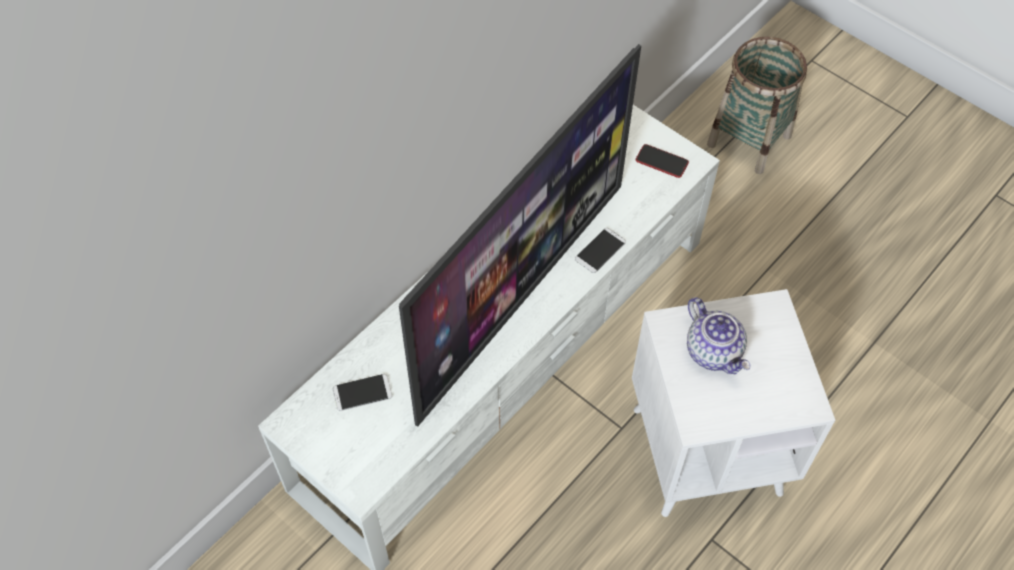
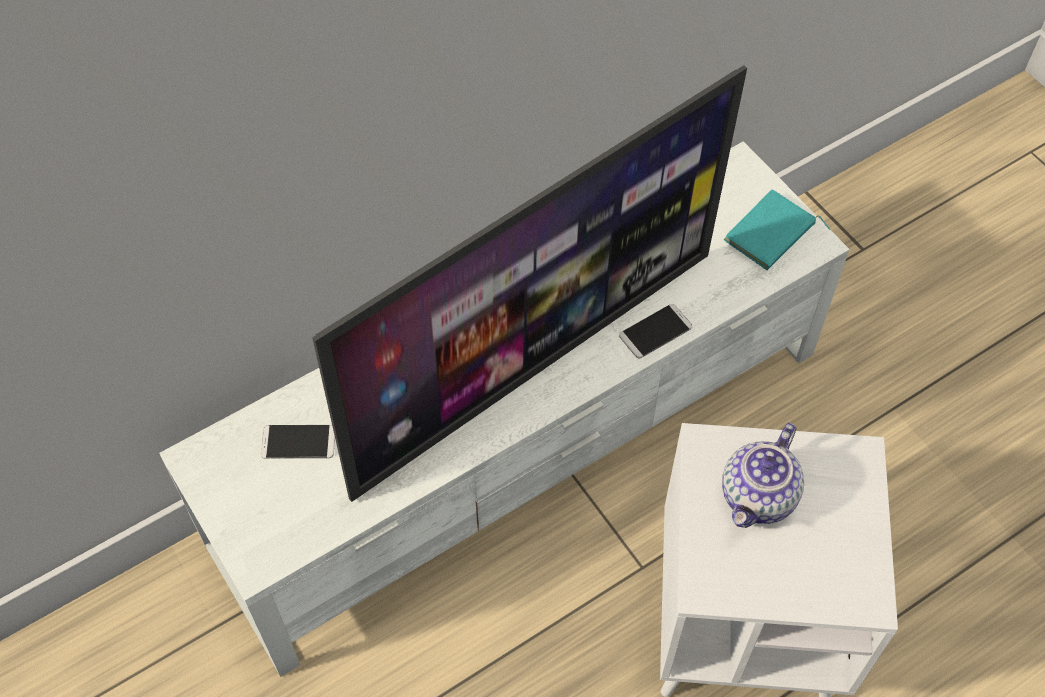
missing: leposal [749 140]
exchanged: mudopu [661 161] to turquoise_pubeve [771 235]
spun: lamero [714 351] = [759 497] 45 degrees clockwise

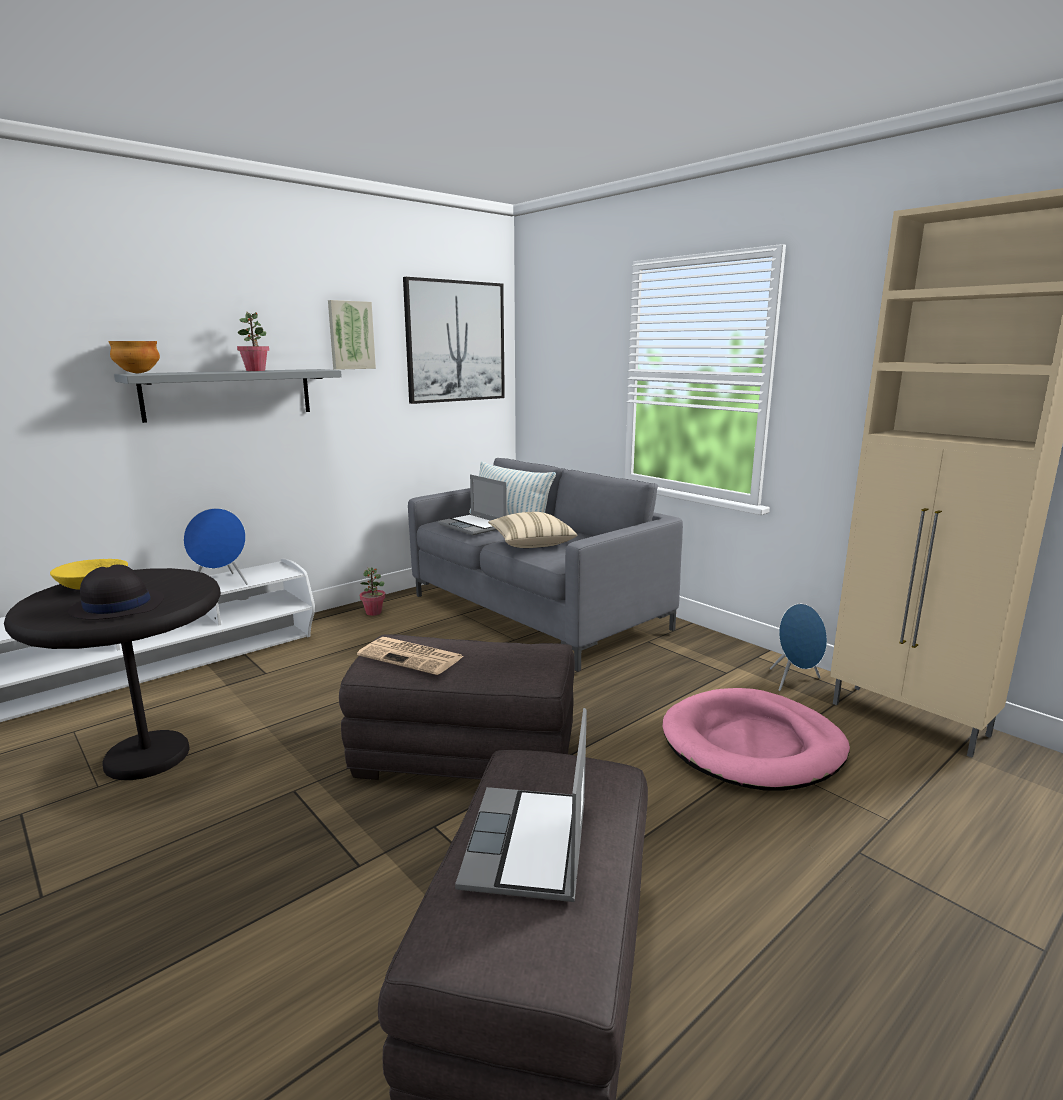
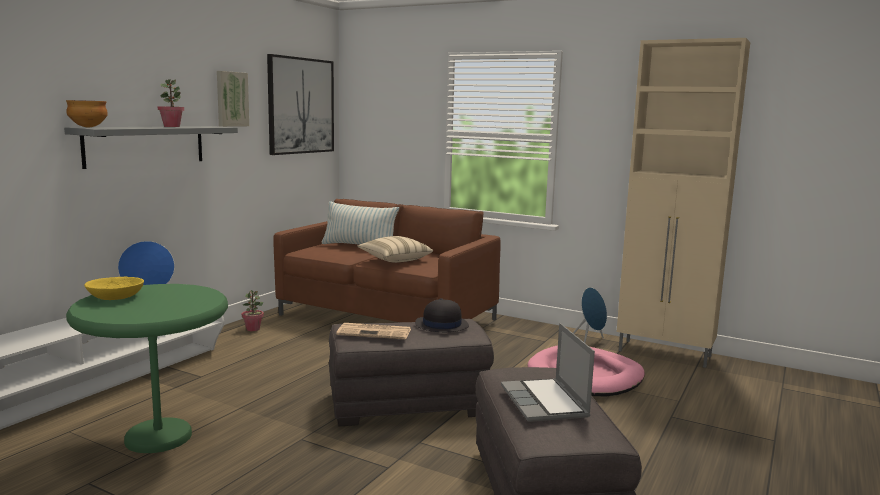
missing: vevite [474 526]
relocated: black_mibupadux [117 606] to [441 325]
colour: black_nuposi [147 757] to green_nuposi [158 437]; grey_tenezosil [535 613] to brown_tenezosil [386 319]

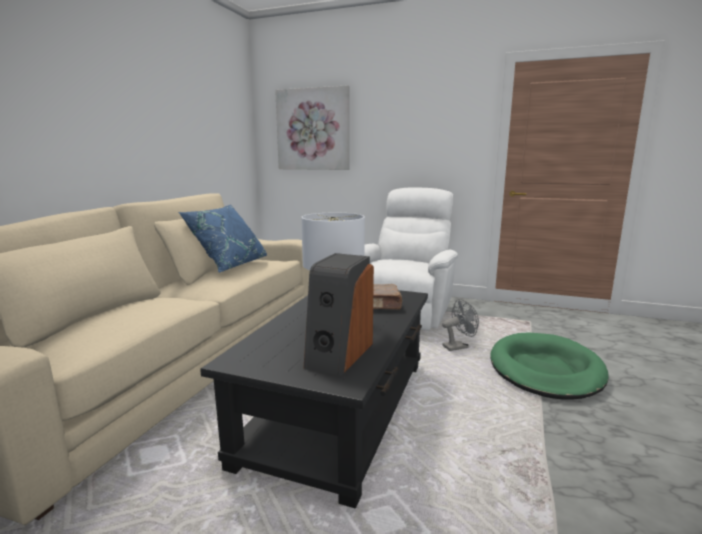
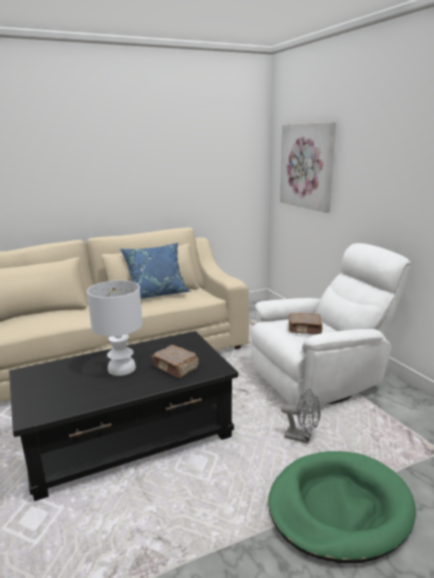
missing: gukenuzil [338 354]
appeared: brown_pubeve [305 330]

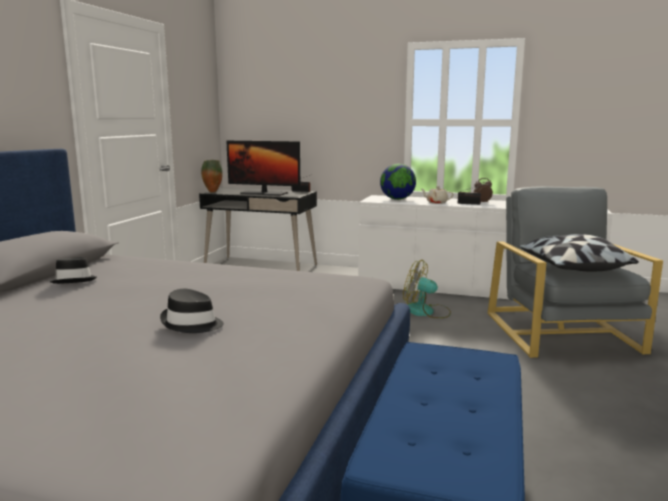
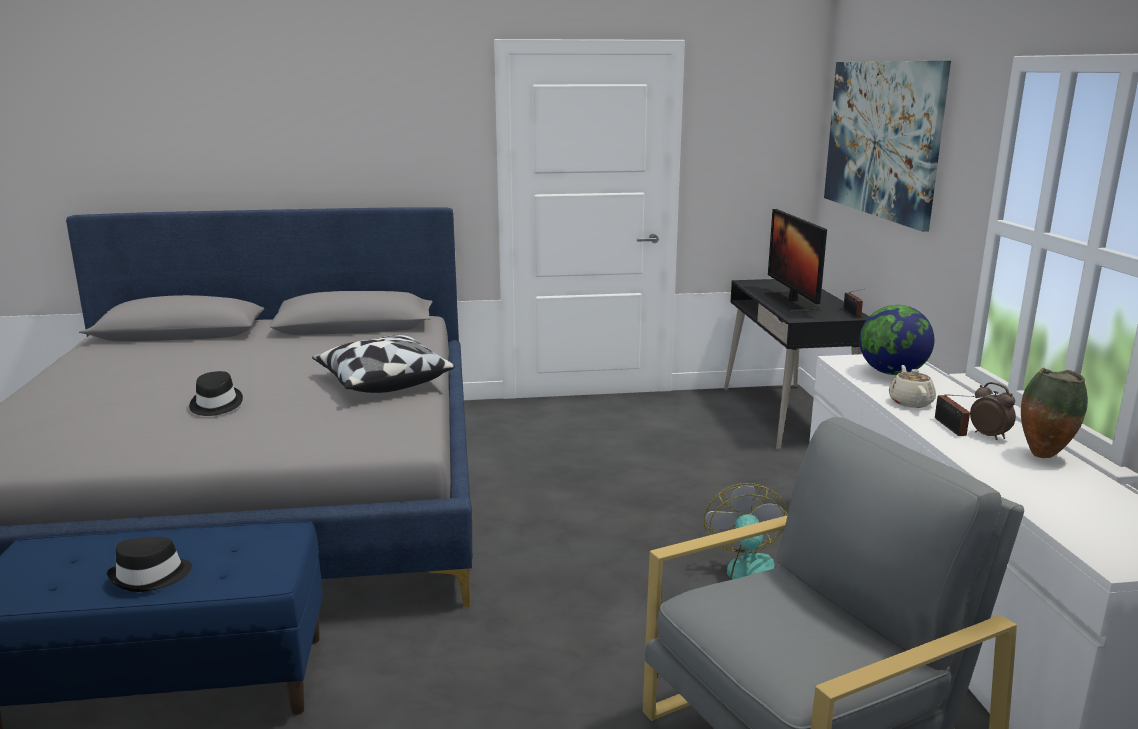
appeared: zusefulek [881 139]
relocated: black_mibupadux [74 280] to [151 576]; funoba [212 192] to [1043 455]; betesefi [573 269] to [382 382]

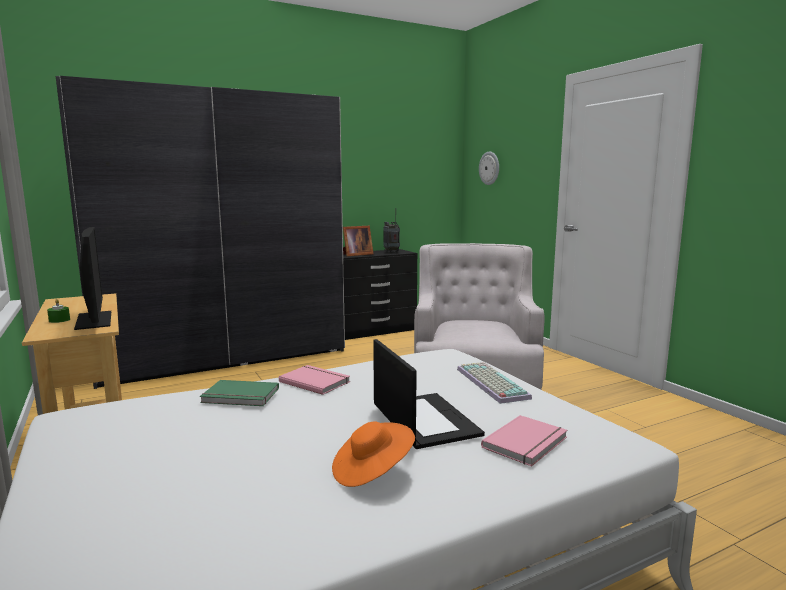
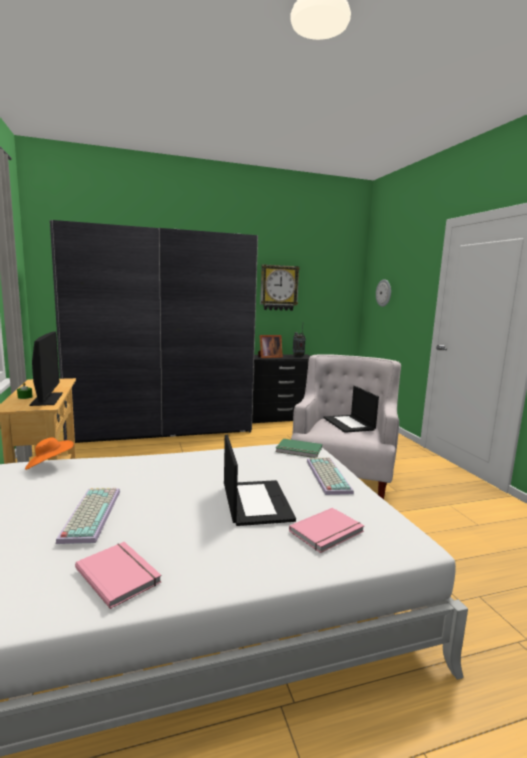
appeared: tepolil [90 514]; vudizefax [278 288]; vevite [349 424]
relocated: green_pubeve [240 396] to [298 450]; pink_pubeve [315 381] to [120 574]; orange_mibupadux [372 471] to [49 465]

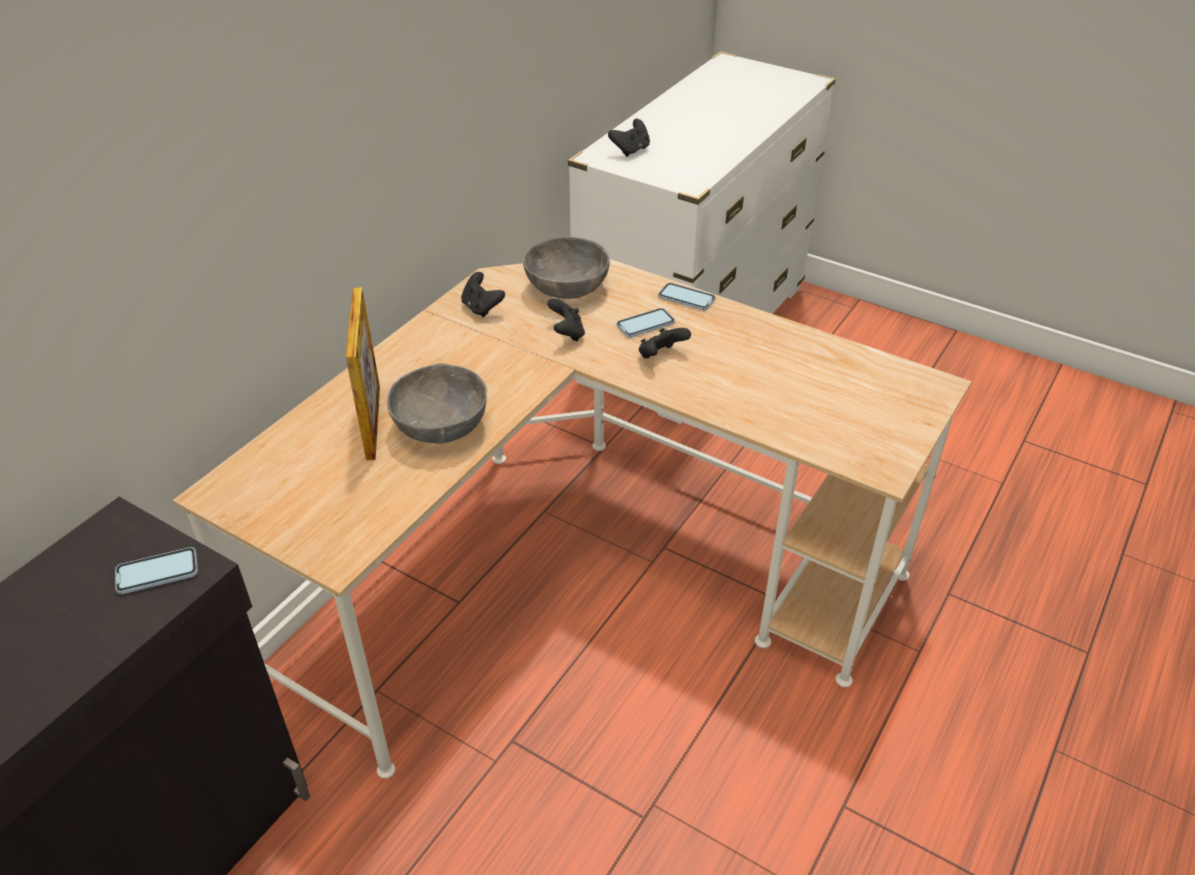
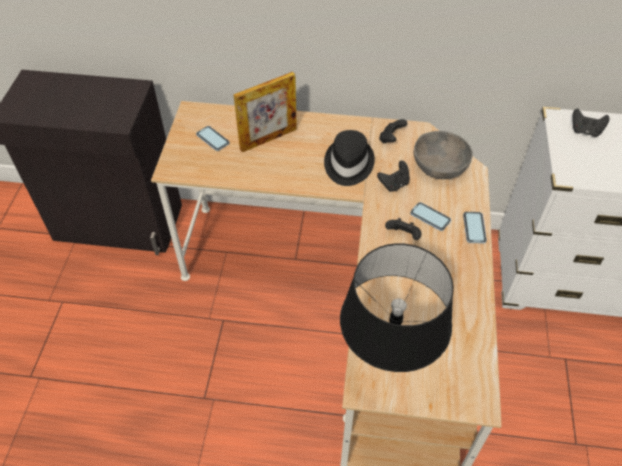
missing: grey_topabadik [441 425]
appeared: black_mibupadux [348 164]; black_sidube [386 367]
relocated: mudopu [157 572] to [213 139]

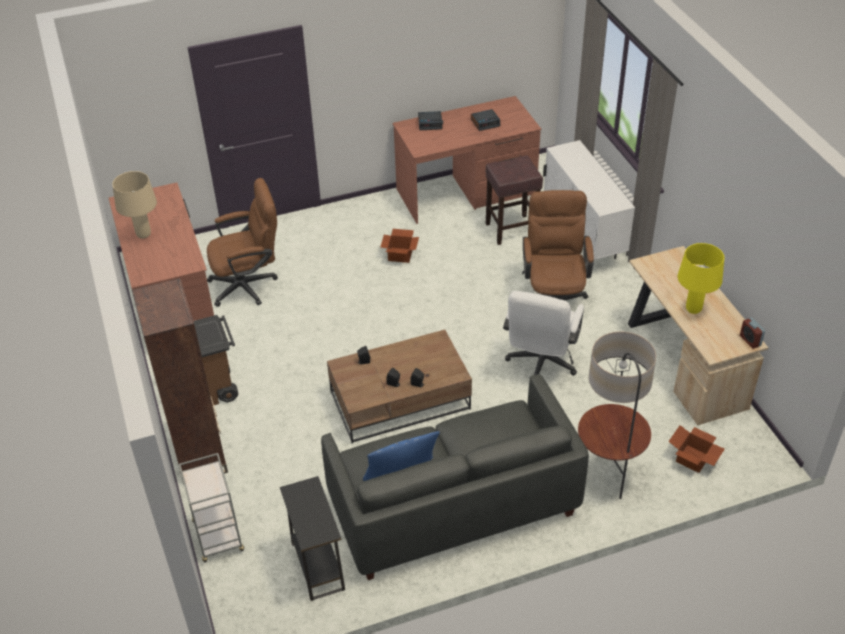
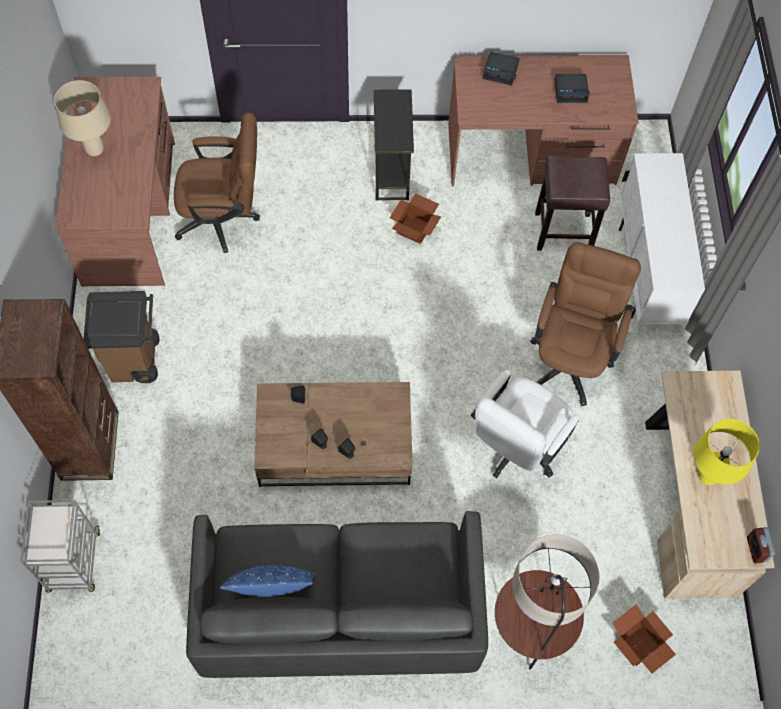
relocated: black_nuposi [318 566] to [391 172]

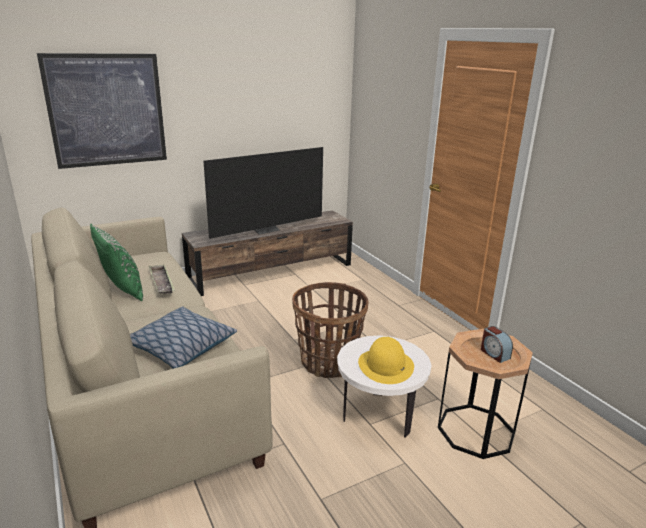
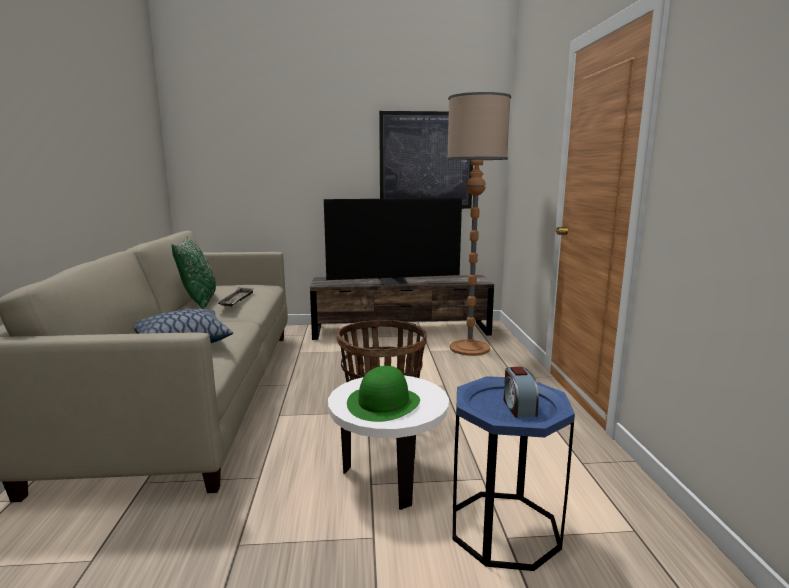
appeared: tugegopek [469 348]
relocated: zusefulek [107 110] to [426 161]
colour: yellow_mibupadux [386 365] to green_mibupadux [383 403]; brown_nuposi [476 430] to blue_nuposi [504 528]

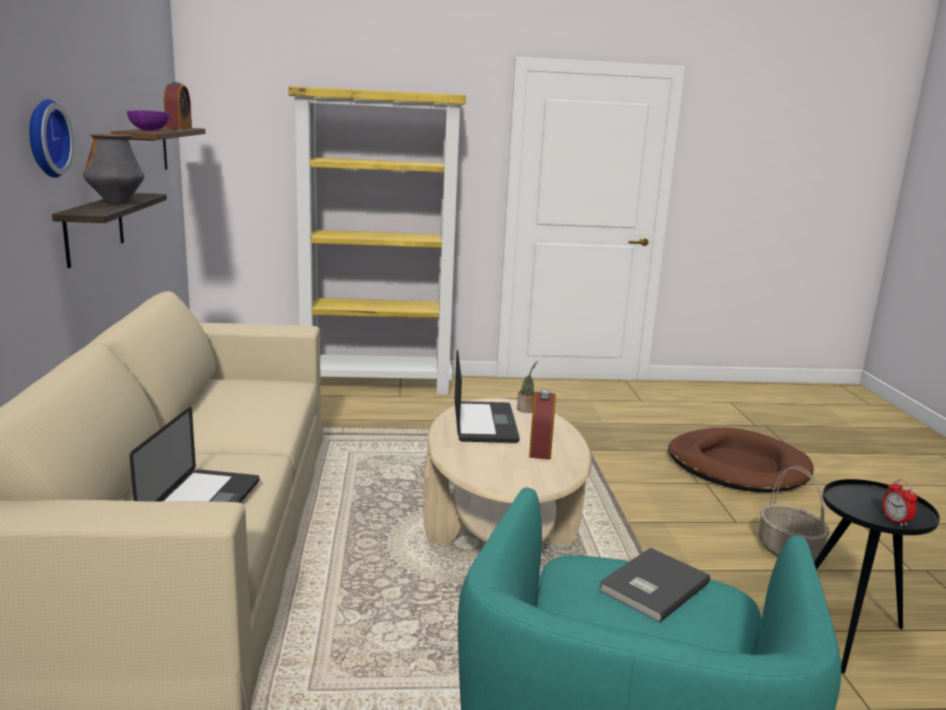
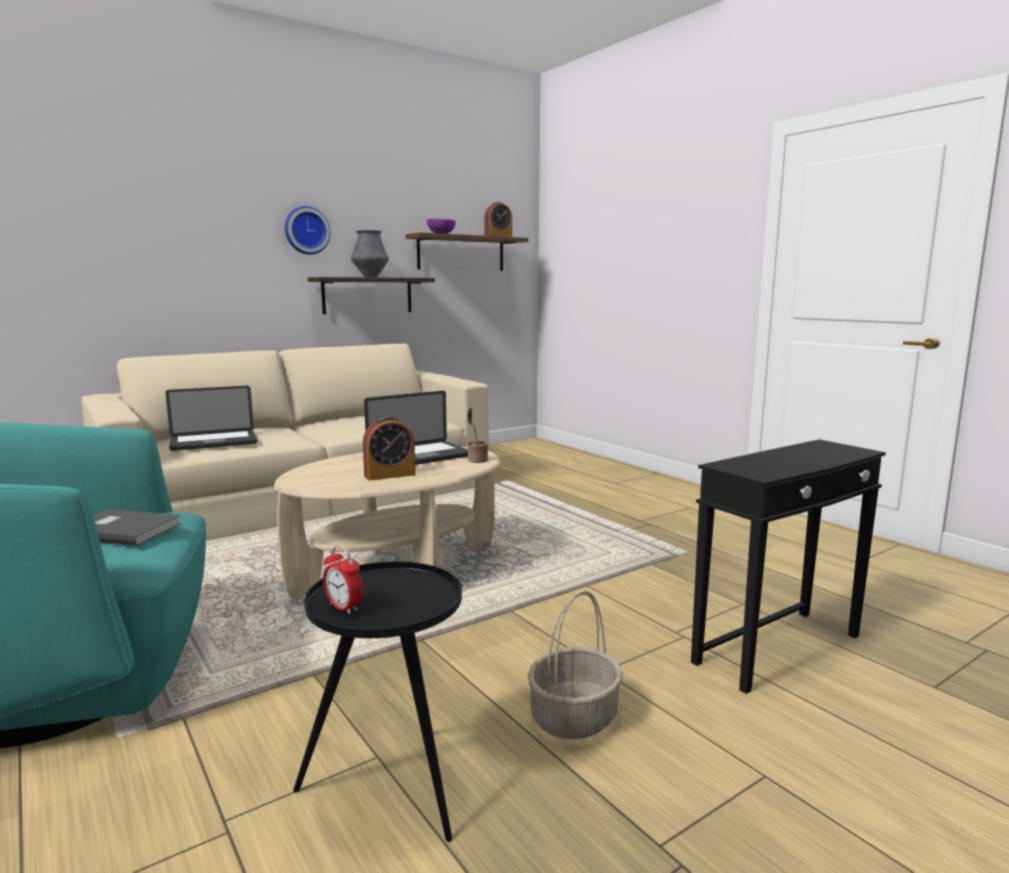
missing: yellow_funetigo [377 384]
exchanged: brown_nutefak [737 466] to black_nuposi [779 649]
spun: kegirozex [895 521] = [343 608] 90 degrees counterclockwise

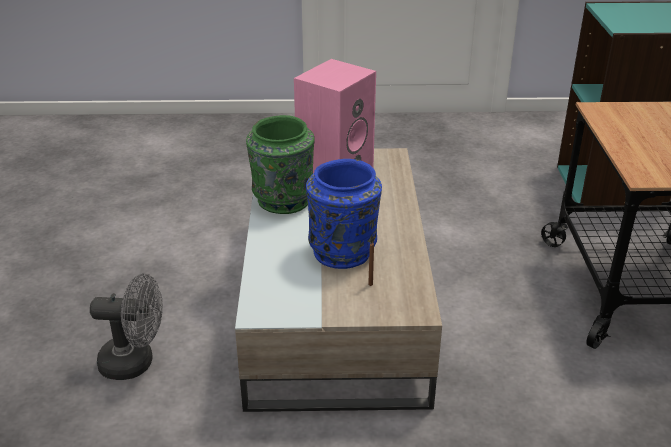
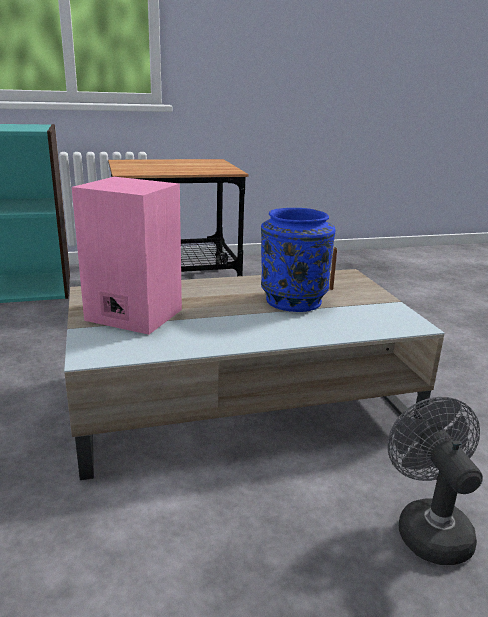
missing: green_funoba [283 201]

